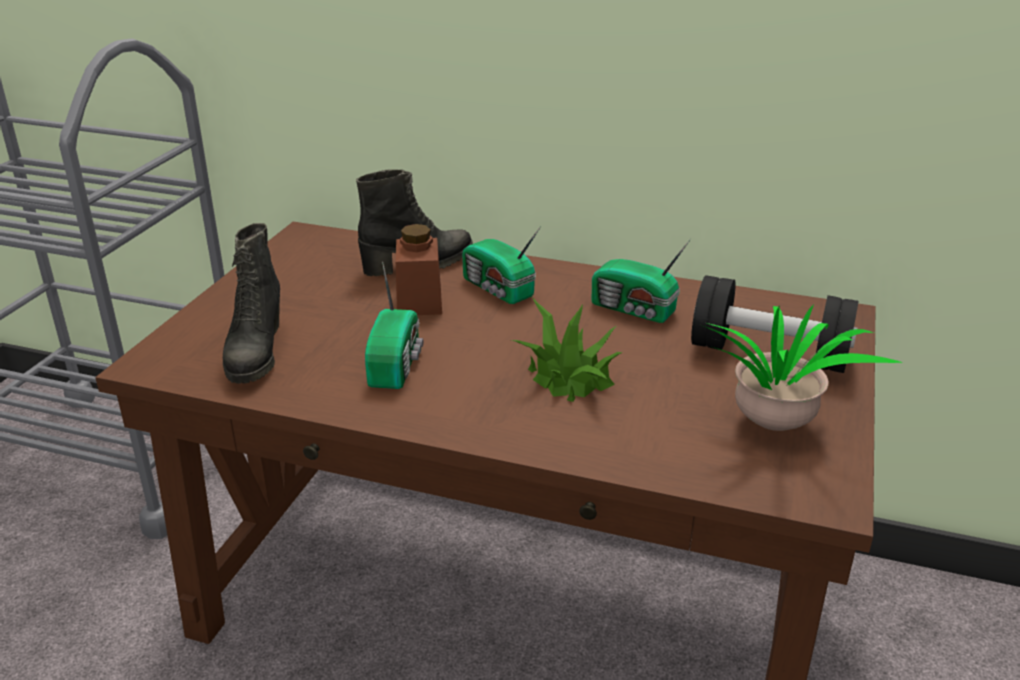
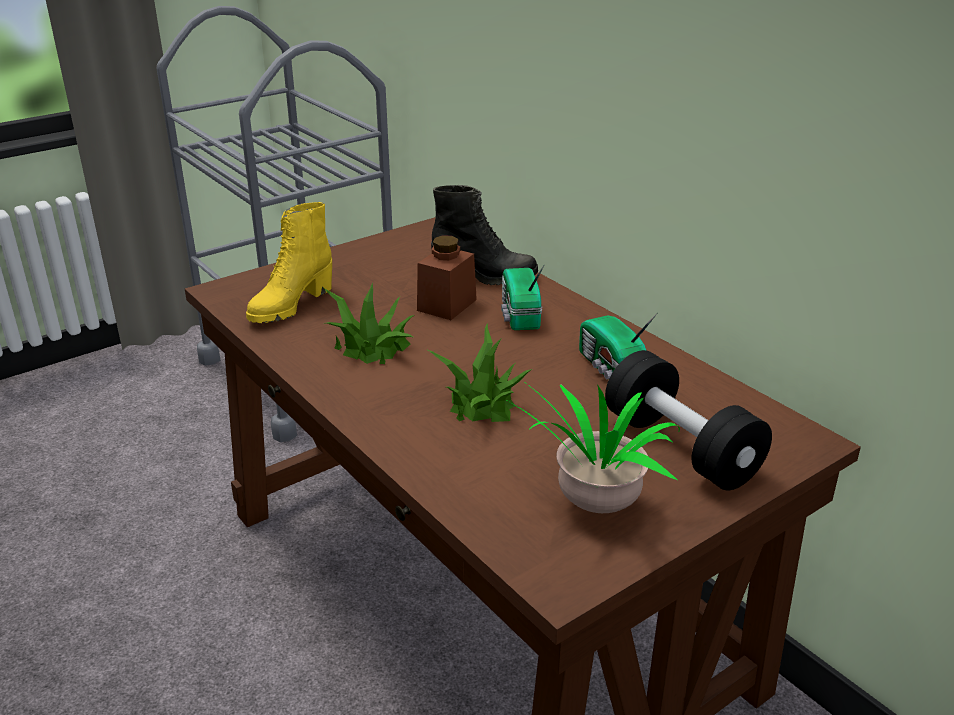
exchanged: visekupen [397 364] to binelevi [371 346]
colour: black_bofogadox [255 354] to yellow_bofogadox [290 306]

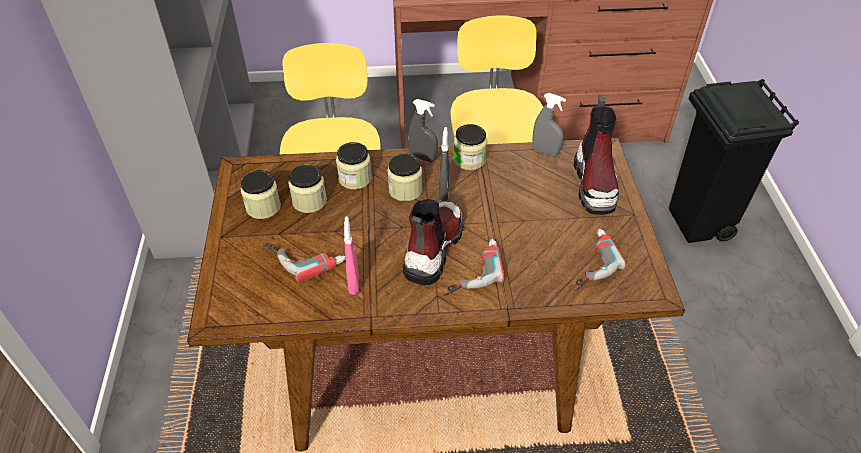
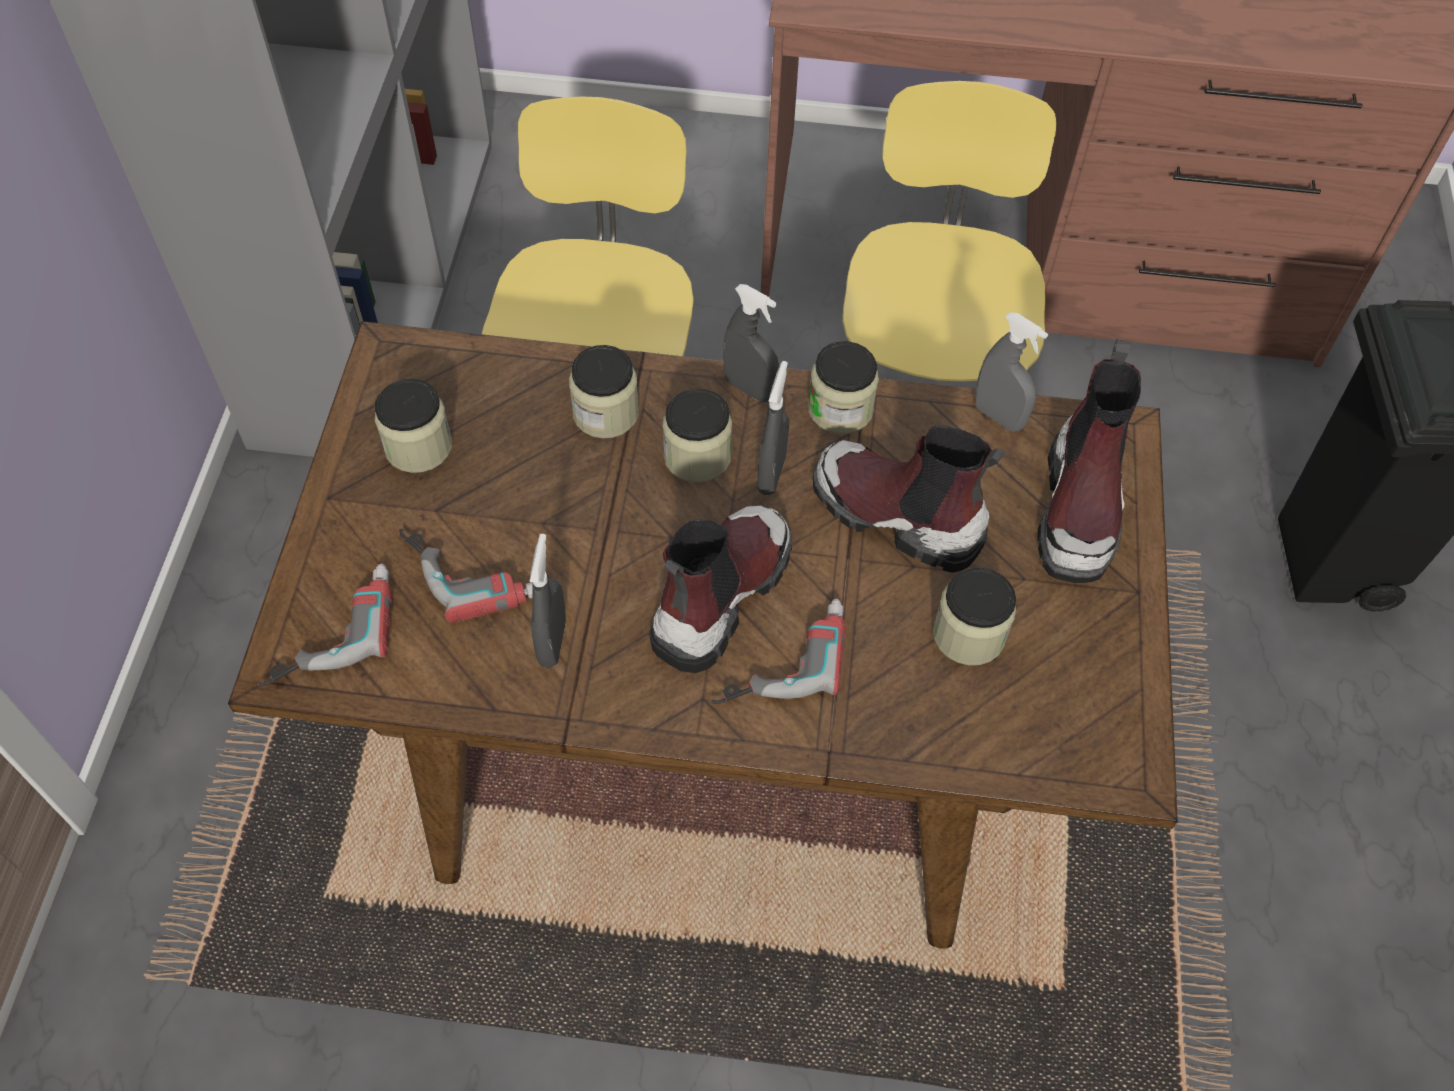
appeared: bofogadox [896 515]
relocated: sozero [309 201] to [968 634]; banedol [588 262] to [329 629]
colour: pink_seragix [353 283] to grey_seragix [552 642]

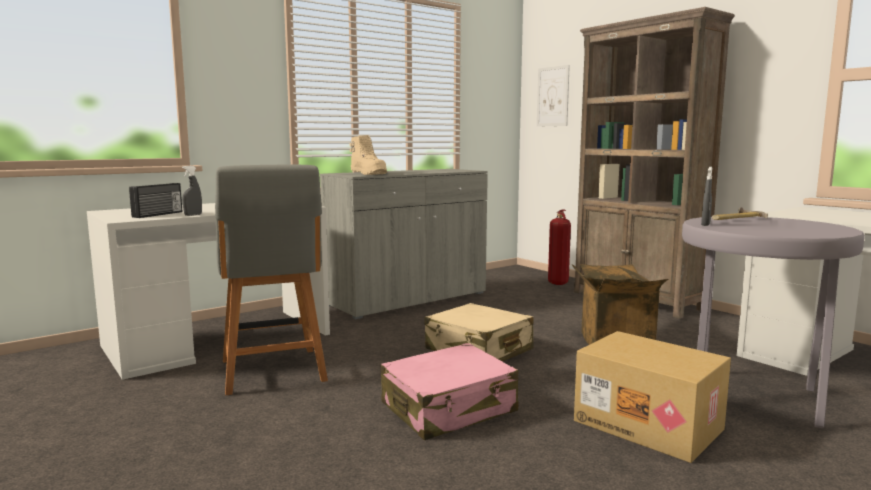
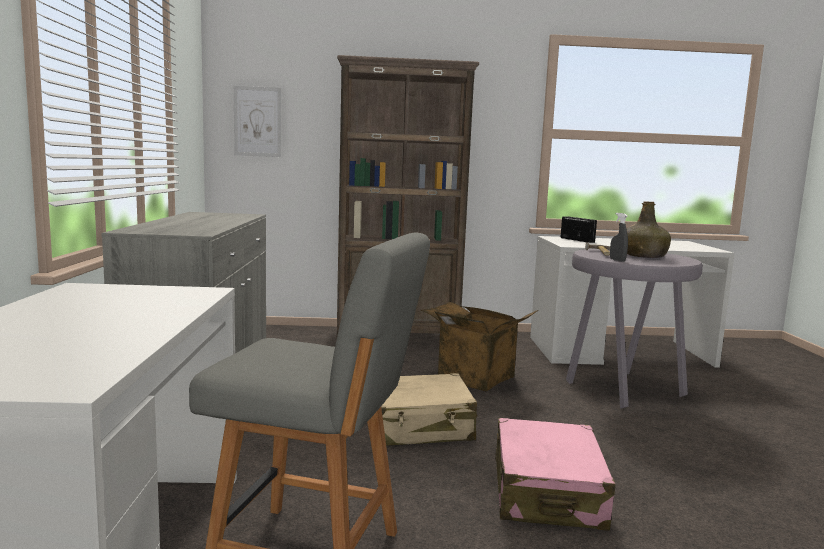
missing: grey_seragix [193 215]; beige_bofogadox [369 174]; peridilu [556 283]; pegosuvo [649 425]
appeared: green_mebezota [644 256]
relocated: visekupen [158 214] to [577 240]

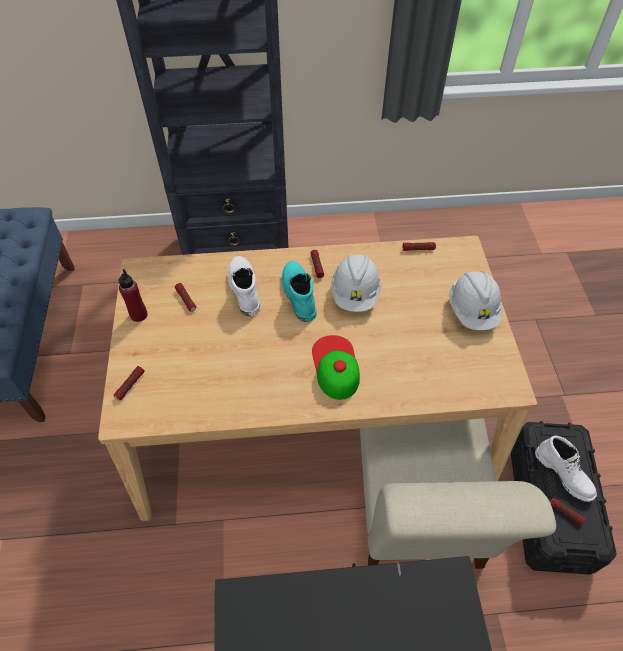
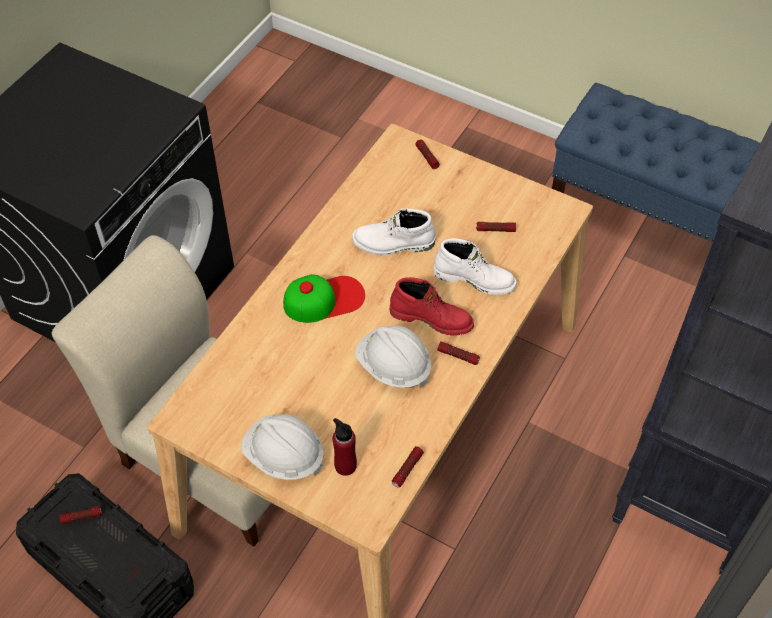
relocated: red_mebezota [139 315] to [345 465]; white_bofogadox [564 473] to [393 244]
colour: turquoise_bofogadox [297 294] to red_bofogadox [432 318]
spun: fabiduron [335 366] = [324 299] 45 degrees counterclockwise

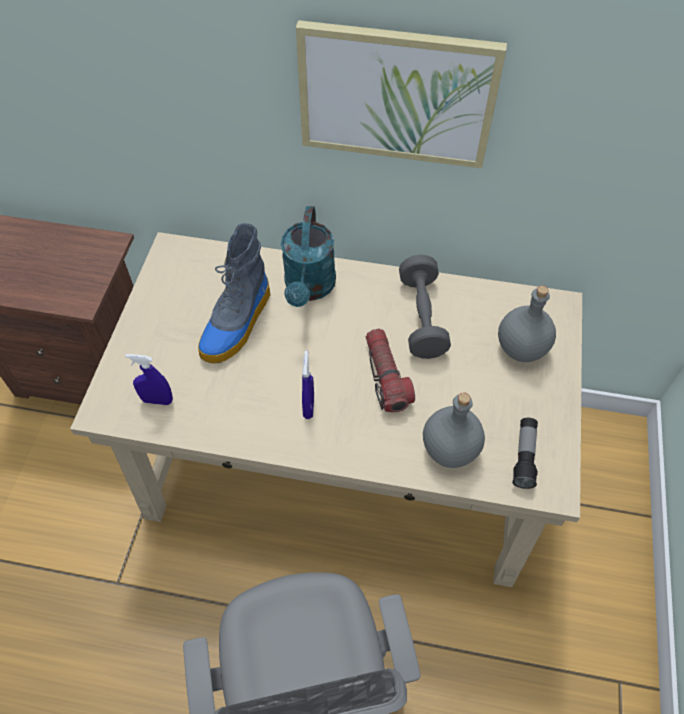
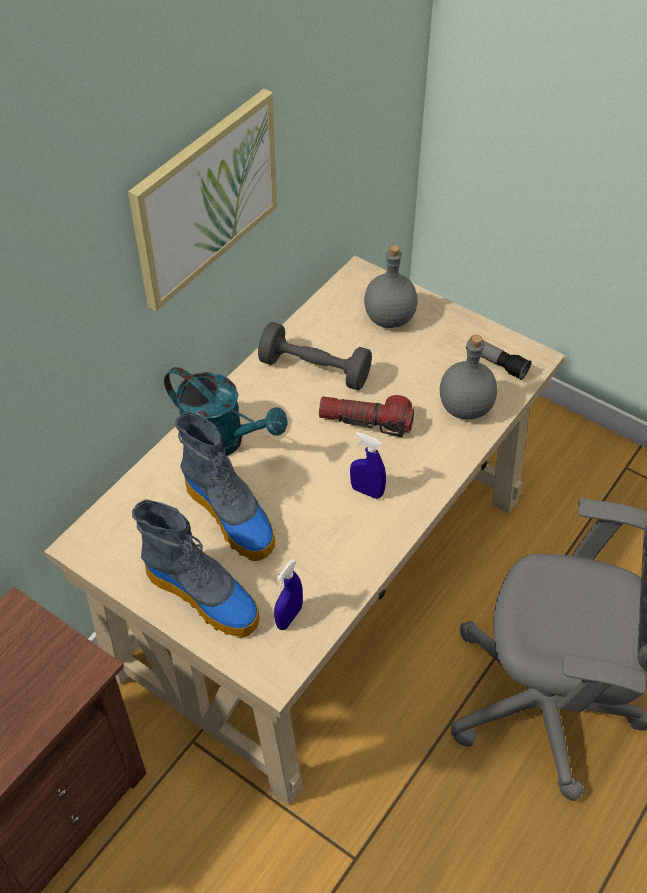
appeared: bofogadox [204 596]

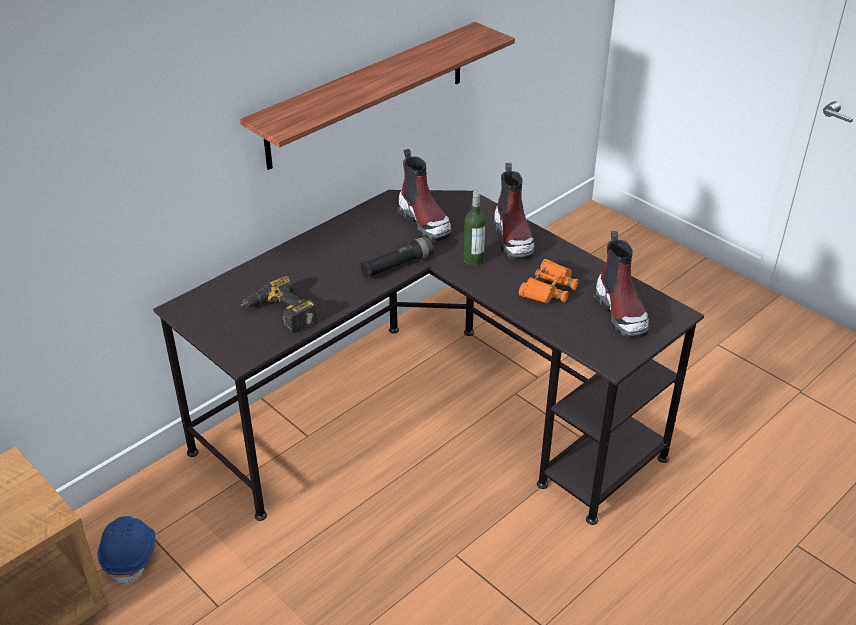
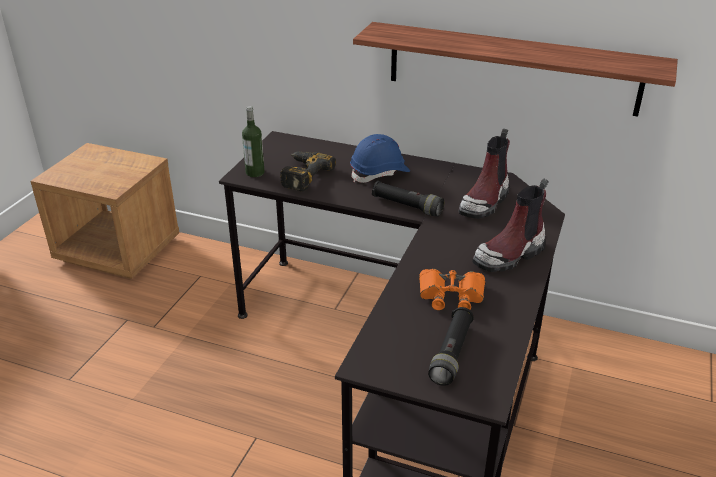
relocated: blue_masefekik [130 555] to [380 173]; mebezota [474 259] to [255 173]
exchanged: bofogadox [621 313] to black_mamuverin [451 354]

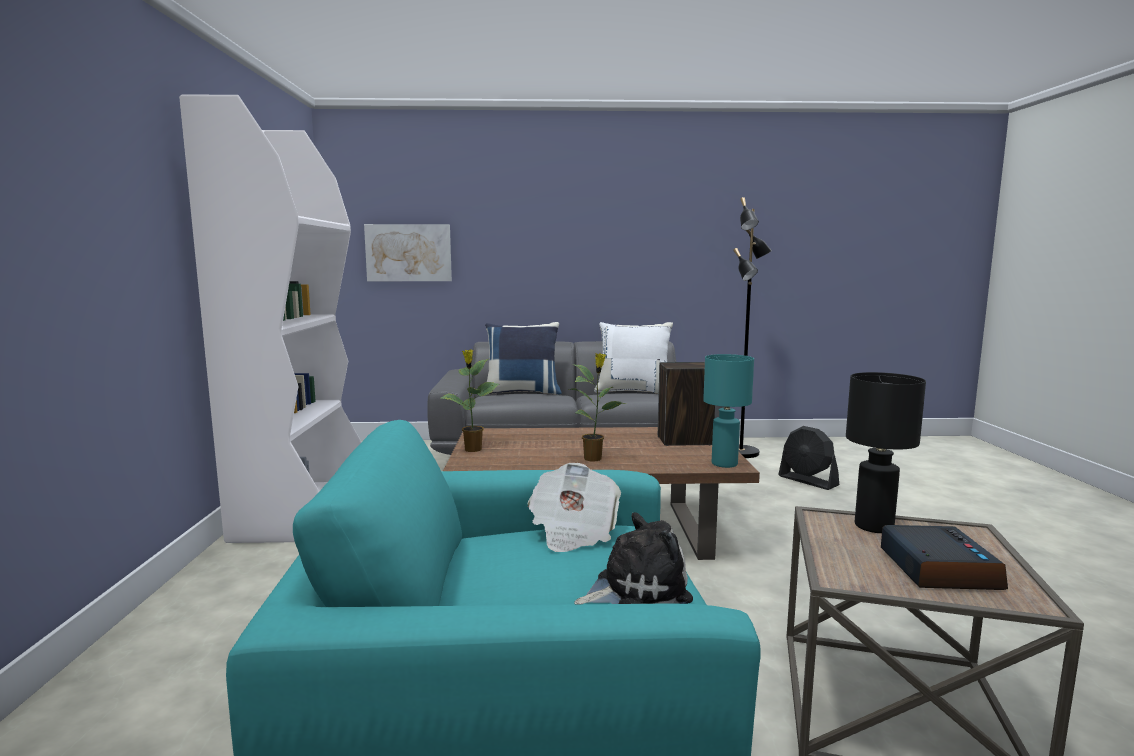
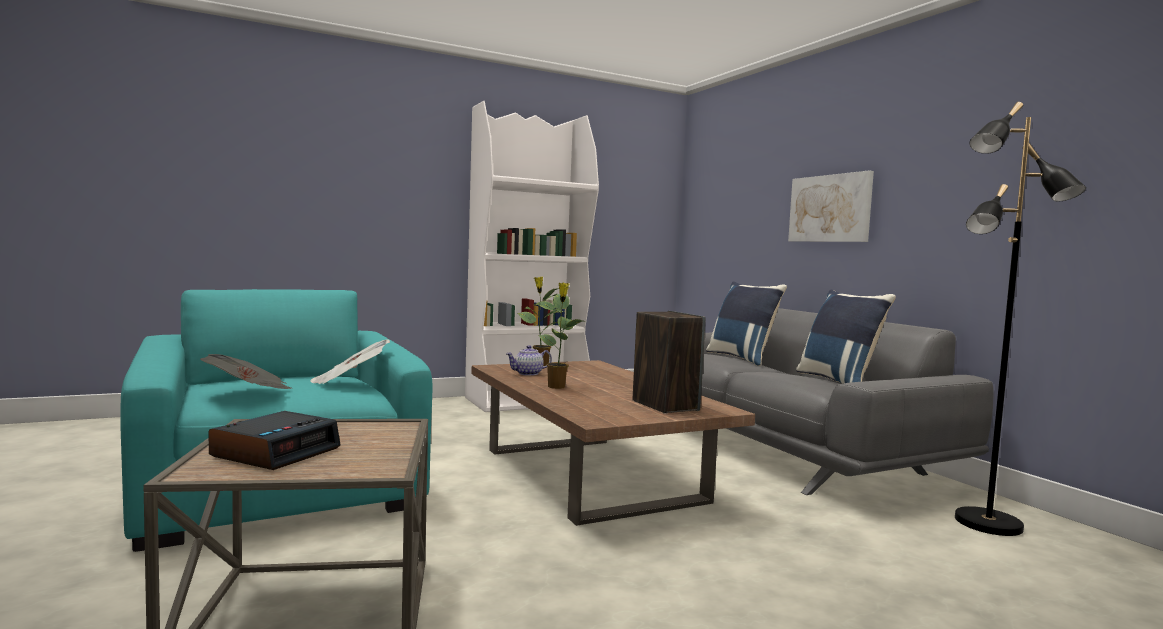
missing: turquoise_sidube [723 464]; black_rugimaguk [808 481]; black_sidube [873 527]
appeared: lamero [528 373]
relocated: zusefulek [409 253] to [830 208]
exchanged: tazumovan [636 590] to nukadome [250 395]
colour: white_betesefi [634 391] to blue_betesefi [839 381]
spun: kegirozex [937 568] = [276 452] 45 degrees counterclockwise

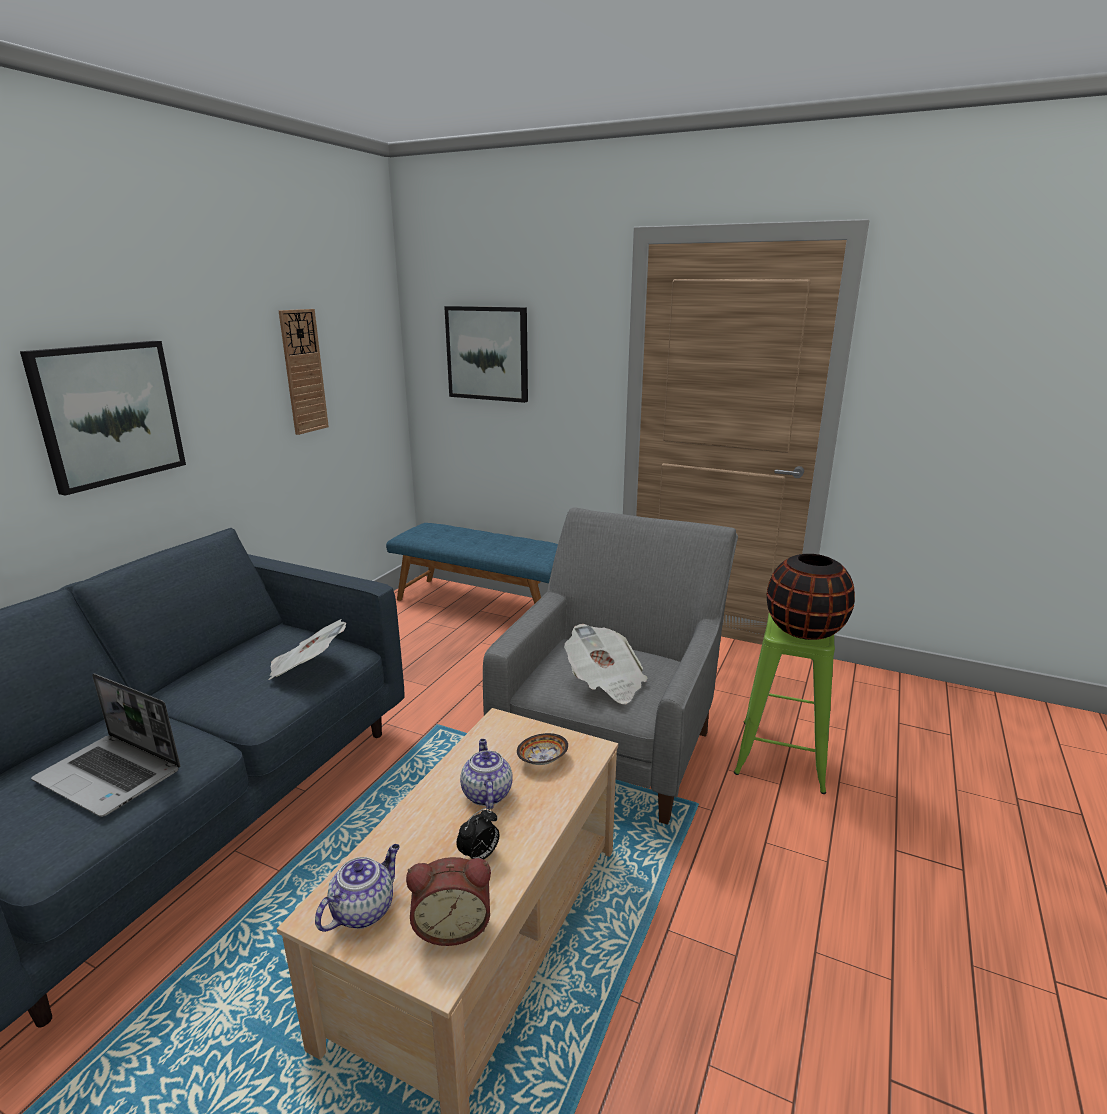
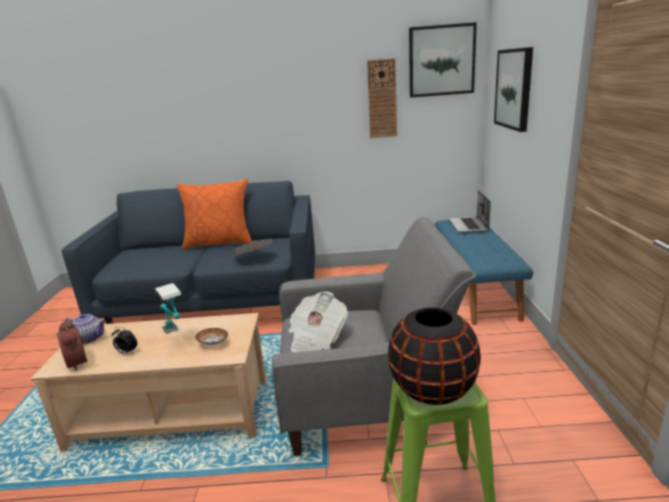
appeared: orange_betesefi [219 243]
relocated: zusefulek [108 414] to [441 61]; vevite [111 776] to [469 226]
exchanged: lamero [486 793] to sidube [176 337]

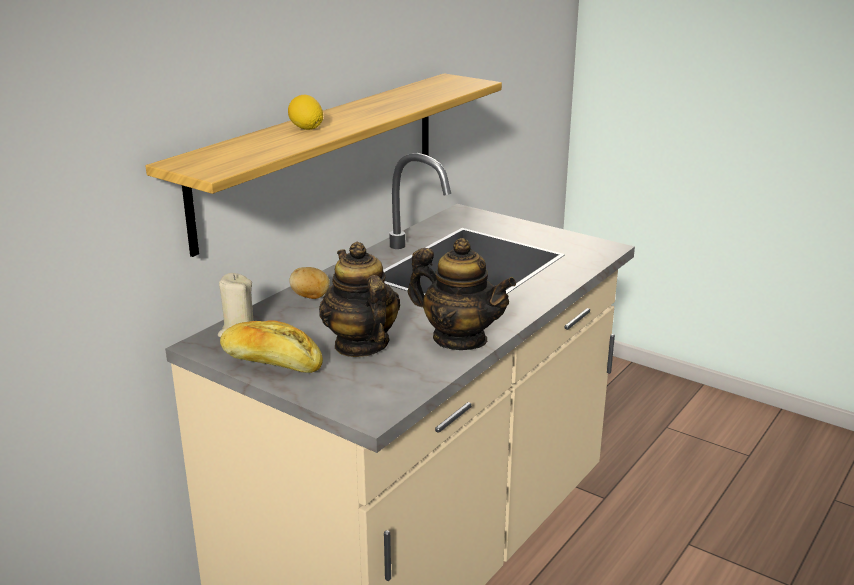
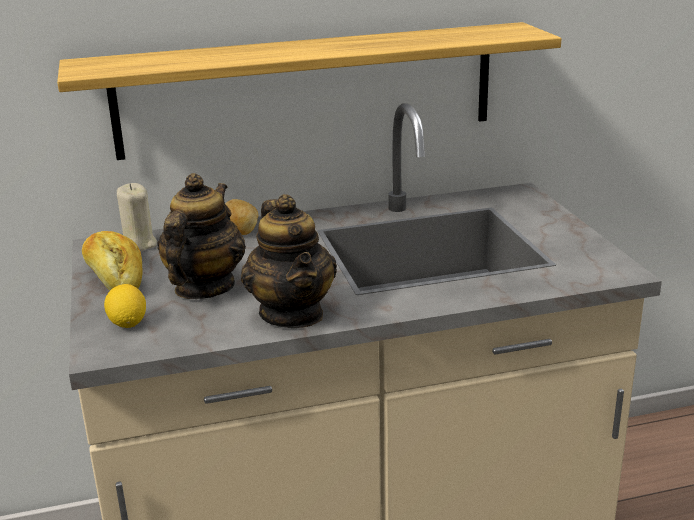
relocated: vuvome [306 129] to [128 324]

